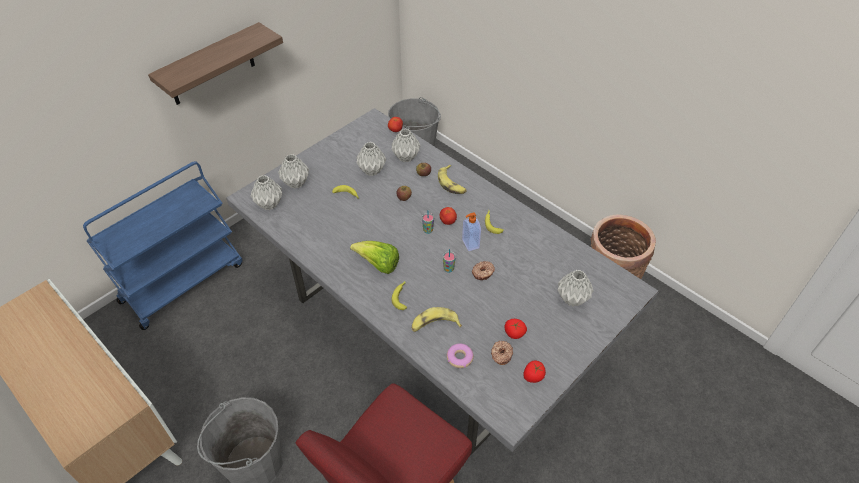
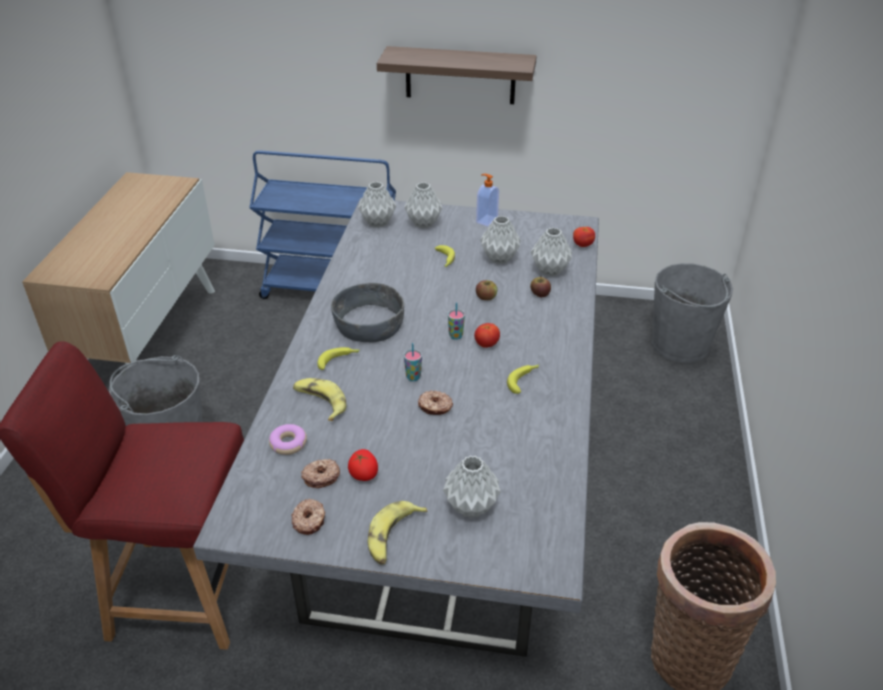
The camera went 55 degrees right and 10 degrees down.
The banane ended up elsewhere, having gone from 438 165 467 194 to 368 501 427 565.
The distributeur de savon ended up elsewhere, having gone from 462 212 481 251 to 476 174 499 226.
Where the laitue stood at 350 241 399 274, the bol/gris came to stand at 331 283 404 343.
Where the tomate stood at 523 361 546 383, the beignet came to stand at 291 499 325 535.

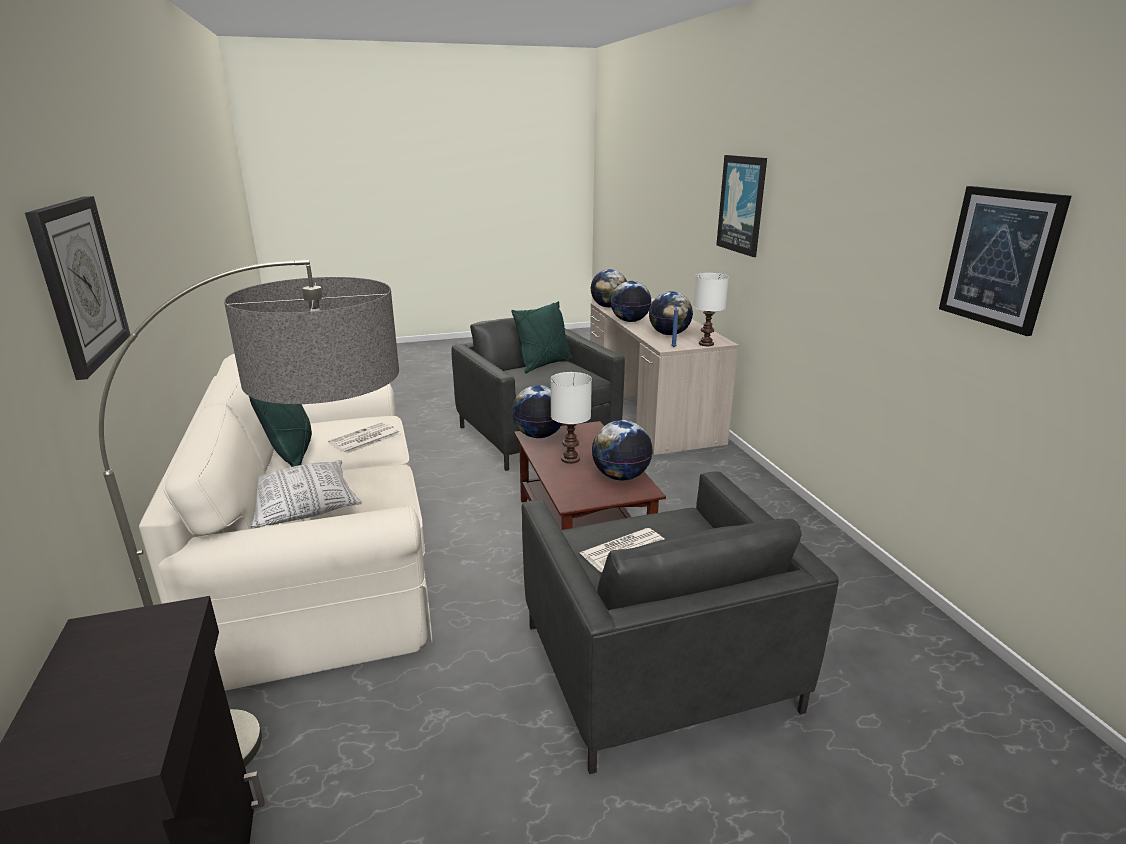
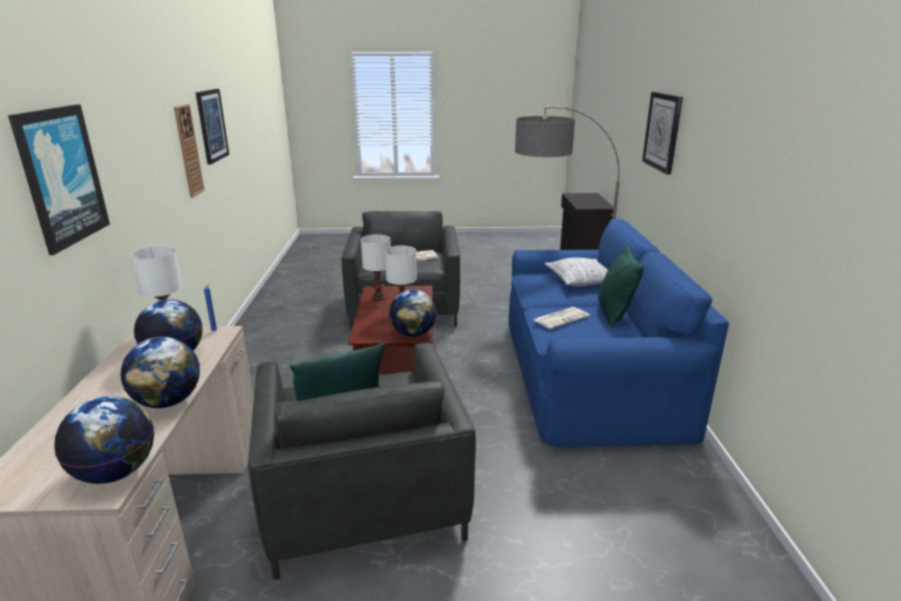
The camera went 165 degrees left and 0 degrees up.
What was the canapé/beige at 139 354 433 691 turned into the canapé/bleu at 508 218 729 447.
Where the globe stood at 592 420 653 480, the lampe de table/blanc came to stand at 361 234 391 301.
The second view gained the horloge murale at 174 104 205 198.

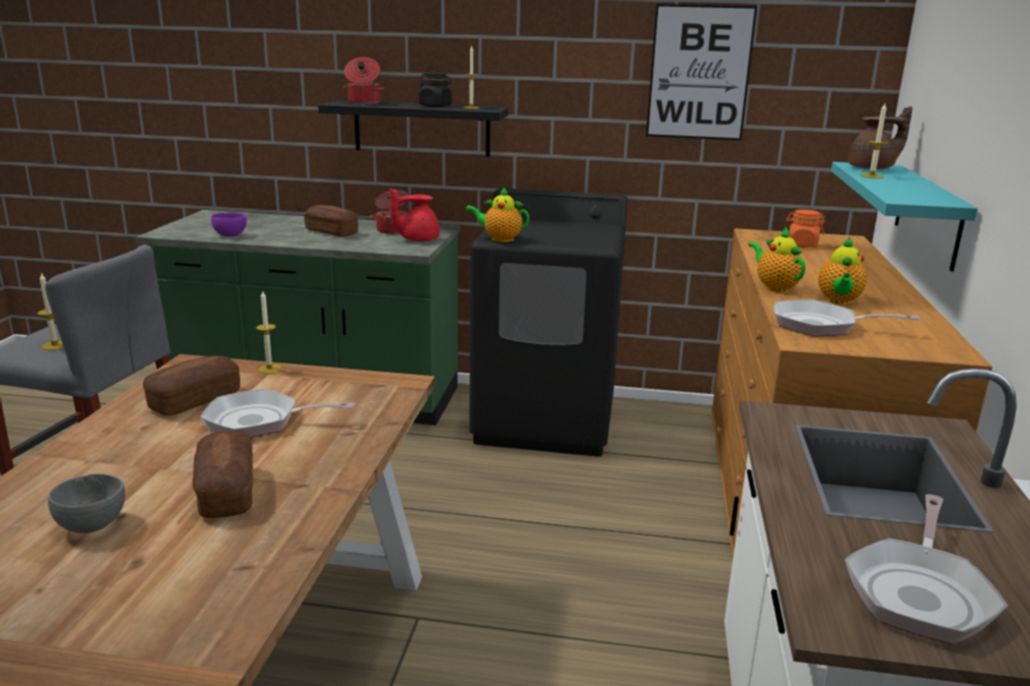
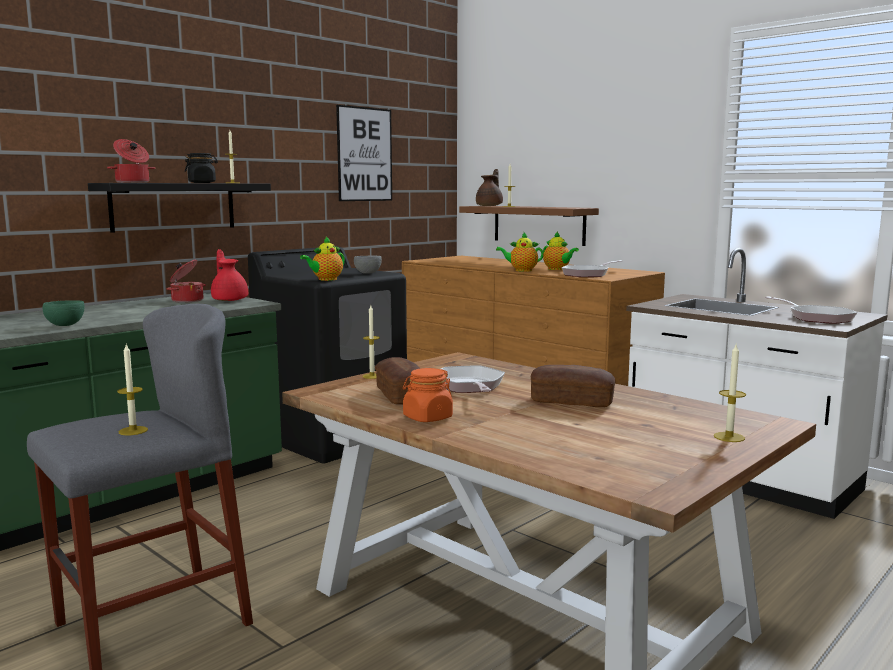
The camera went 55 degrees left and 10 degrees down.
What was the étagère/turquoise at 831 162 978 272 turned into the étagère/marron at 459 206 599 246.
The théière/rouge at 390 188 440 241 ended up facing another way, 135 degrees clockwise from before.
The second view lost the pain at 304 205 358 237.
The bocal/orange ended up elsewhere, having gone from 786 209 825 248 to 403 368 453 422.
What was the bol/violet at 211 212 247 237 turned into the bol/vert at 43 300 84 326.
The poêle at 200 389 355 438 ended up facing another way, 135 degrees clockwise from before.
The bol/gris ended up elsewhere, having gone from 48 474 125 533 to 354 256 382 274.
The second view gained the bougie at 714 345 746 442.

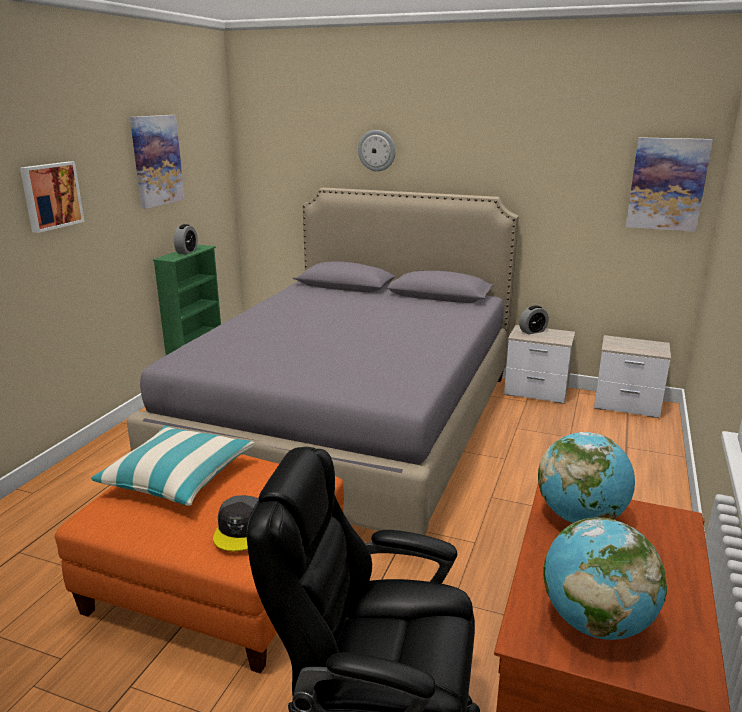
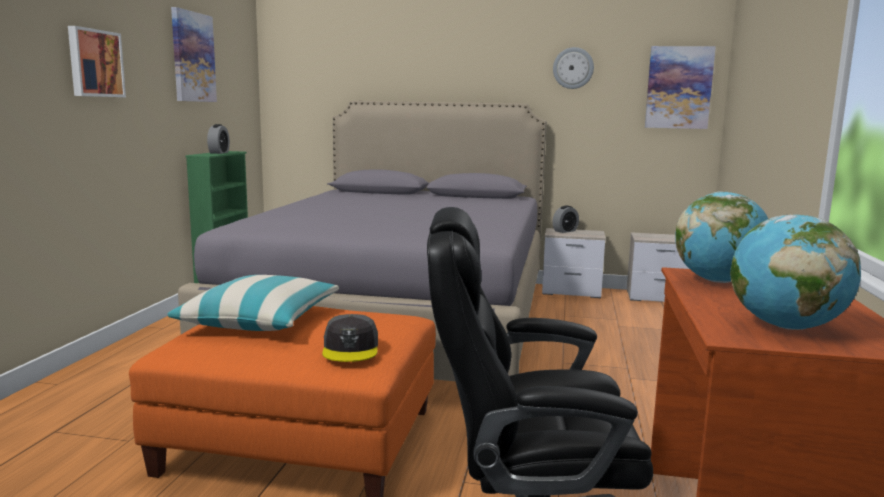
The camera went 10 degrees left and 10 degrees down.
The horloge murale ended up elsewhere, having gone from 358 130 396 172 to 553 47 594 89.

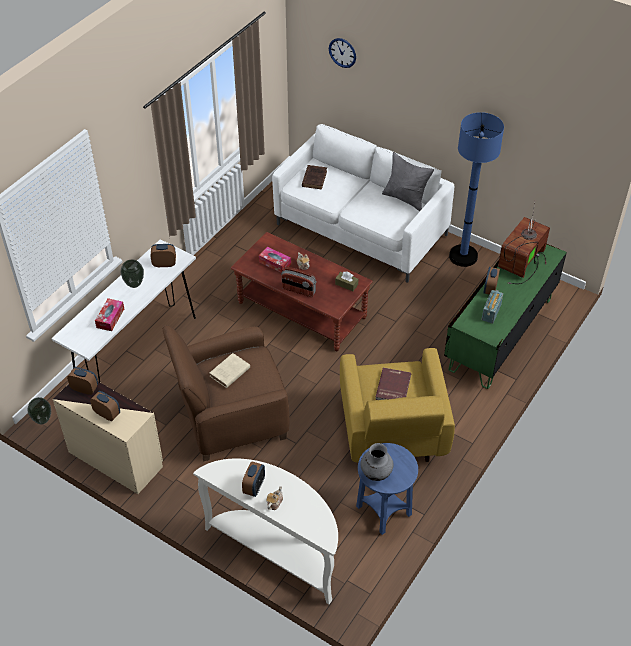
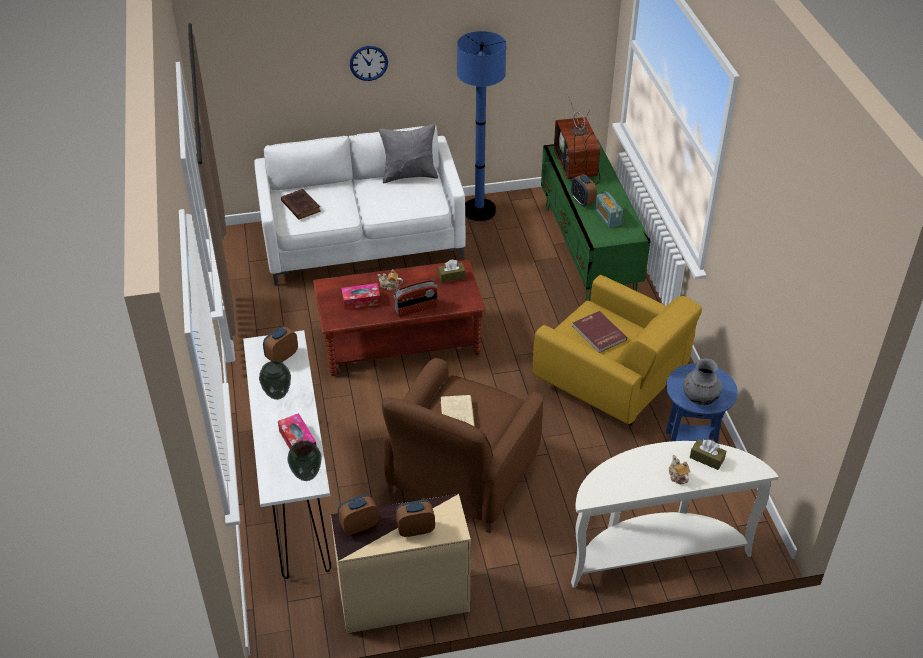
The camera went 45 degrees left and 5 degrees down.
The horloge murale ended up elsewhere, having gone from 329 38 356 68 to 350 46 388 81.
The vase ended up elsewhere, having gone from 28 397 51 424 to 287 440 322 481.
The second view lost the réveil at 242 461 265 497.
The second view gained the boîte à mouchoirs/marron at 690 439 726 470.

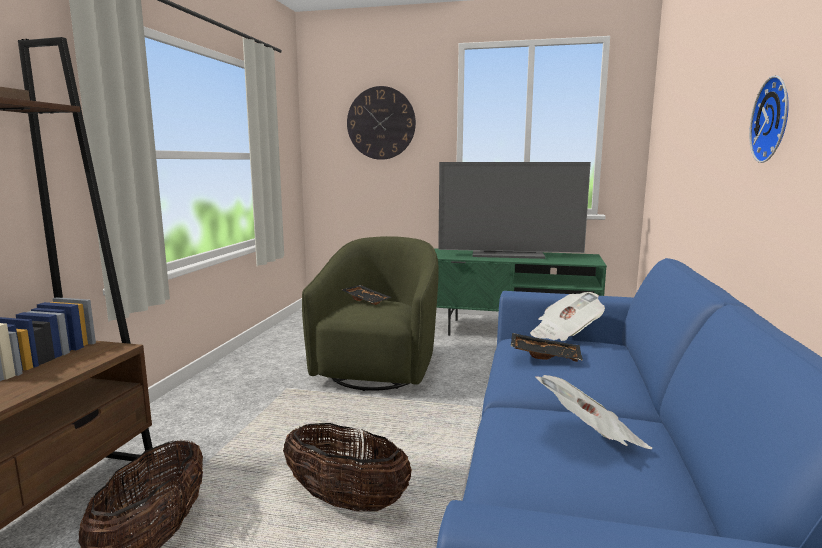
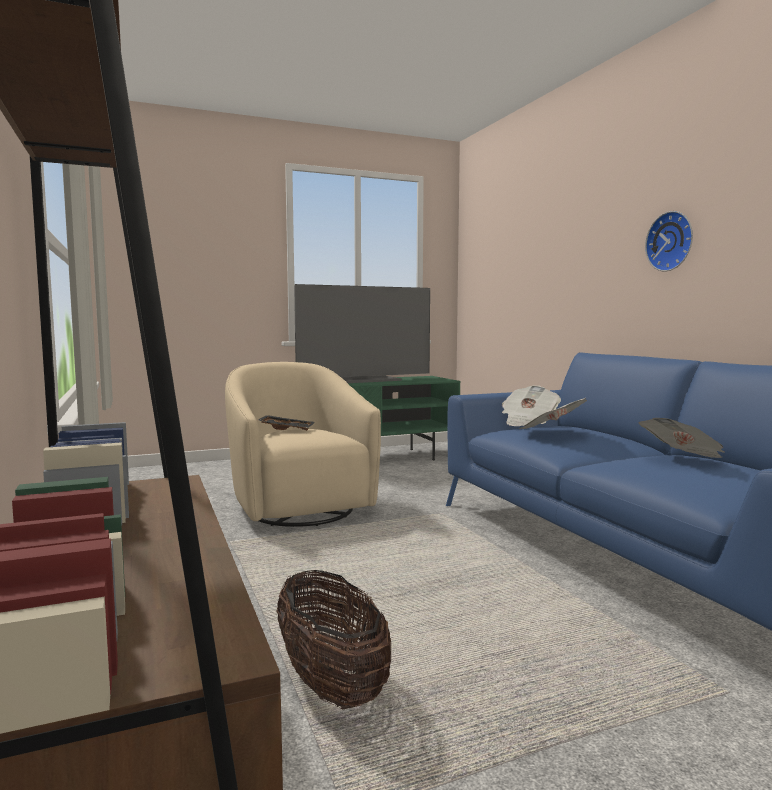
The camera went 35 degrees left and 5 degrees down.
The second view lost the horloge murale at 347 86 416 160.
What was the fauteuil/vert at 302 236 439 391 turned into the fauteuil/beige at 225 362 381 527.
Where the plateau/noir stood at 511 333 583 362, the journal came to stand at 519 398 587 429.
The second view lost the panier at 283 423 412 512.

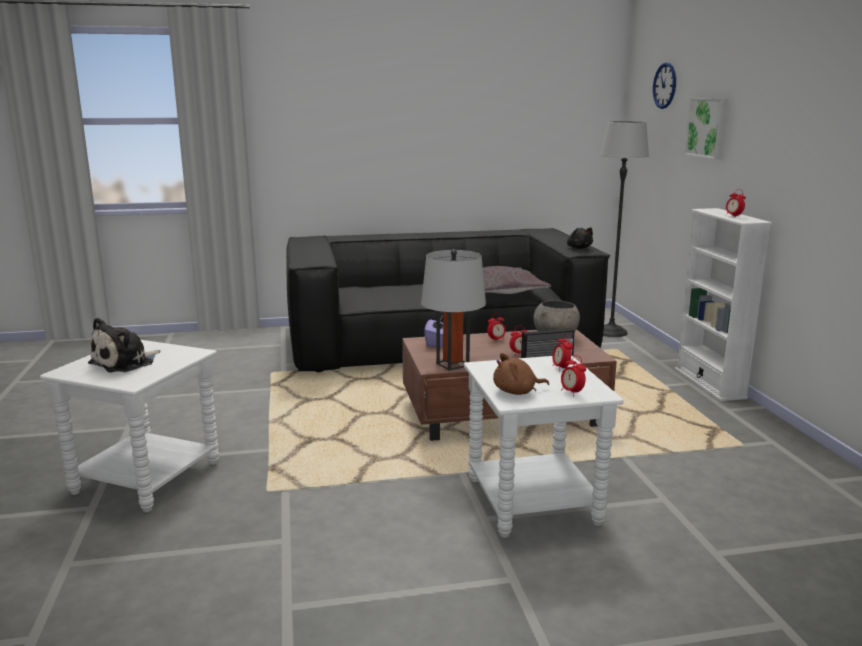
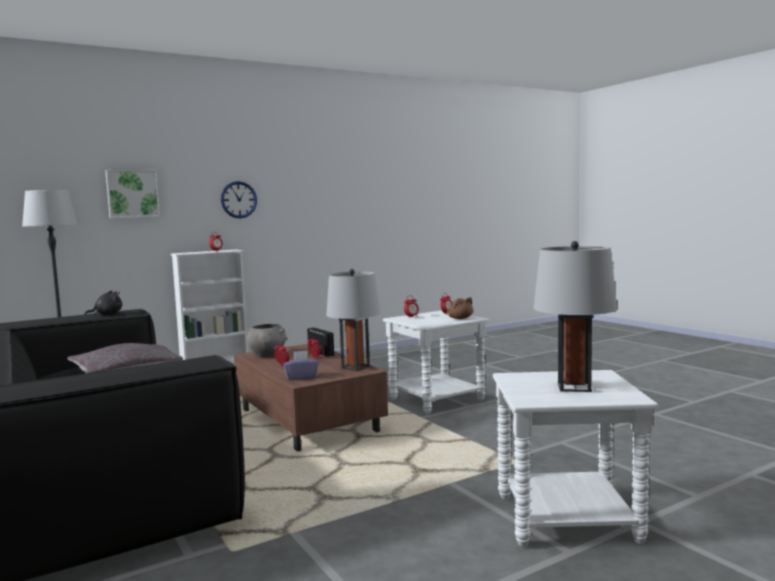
The camera went 110 degrees left and 10 degrees down.
The horloge murale ended up elsewhere, having gone from 653 63 676 109 to 221 181 257 218.
Where the peluche stood at 88 317 161 372, the lampe de table/gris came to stand at 533 241 617 392.

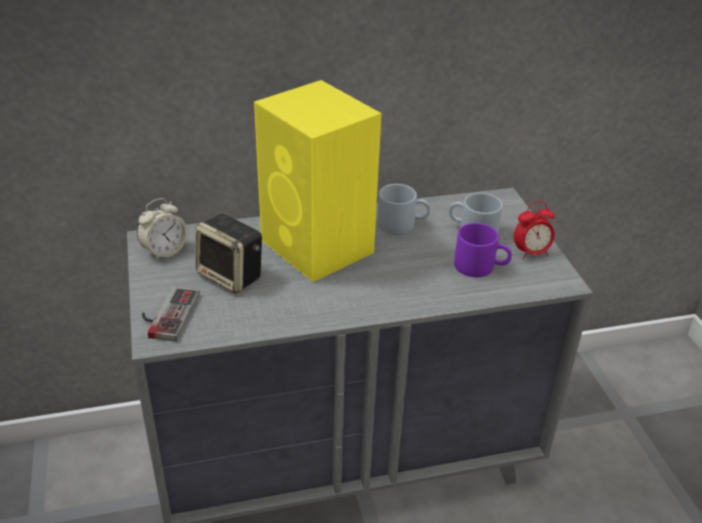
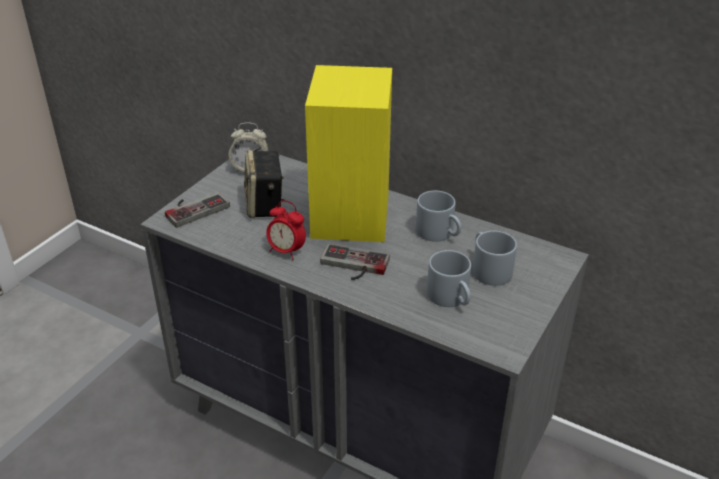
The camera went 45 degrees right and 0 degrees up.
The réveil ended up elsewhere, having gone from 514 201 555 260 to 266 200 306 260.
What was the mug/violet at 454 223 512 277 turned into the mug/gris at 427 250 471 307.
The second view gained the manette at 320 244 390 280.

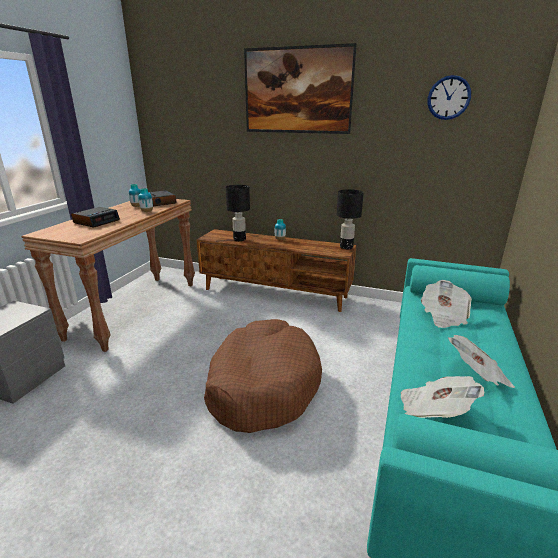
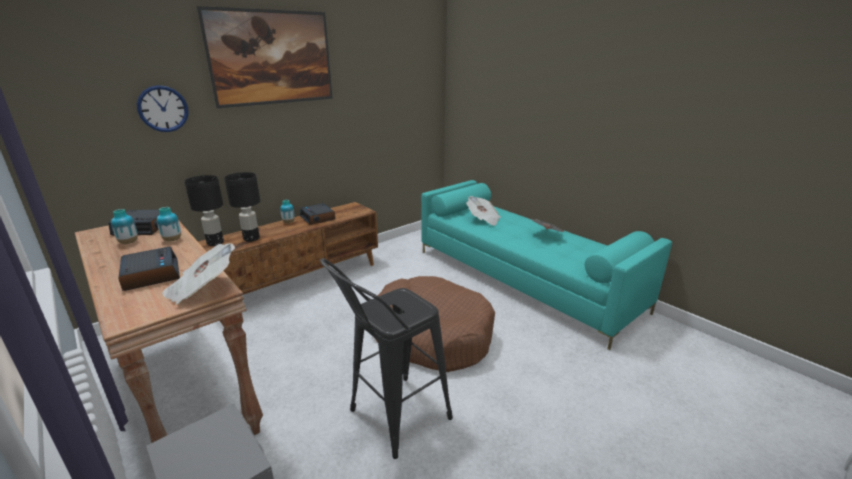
The camera went 60 degrees left and 0 degrees up.
The horloge murale ended up elsewhere, having gone from 427 75 471 120 to 137 85 189 132.
The lampe de table/noir ended up elsewhere, having gone from 337 189 364 249 to 184 175 224 246.
The journal ended up elsewhere, having gone from 401 376 484 418 to 162 243 235 304.
The second view gained the réveil at 300 203 335 225.
The second view gained the tabouret/noir at 320 258 453 459.

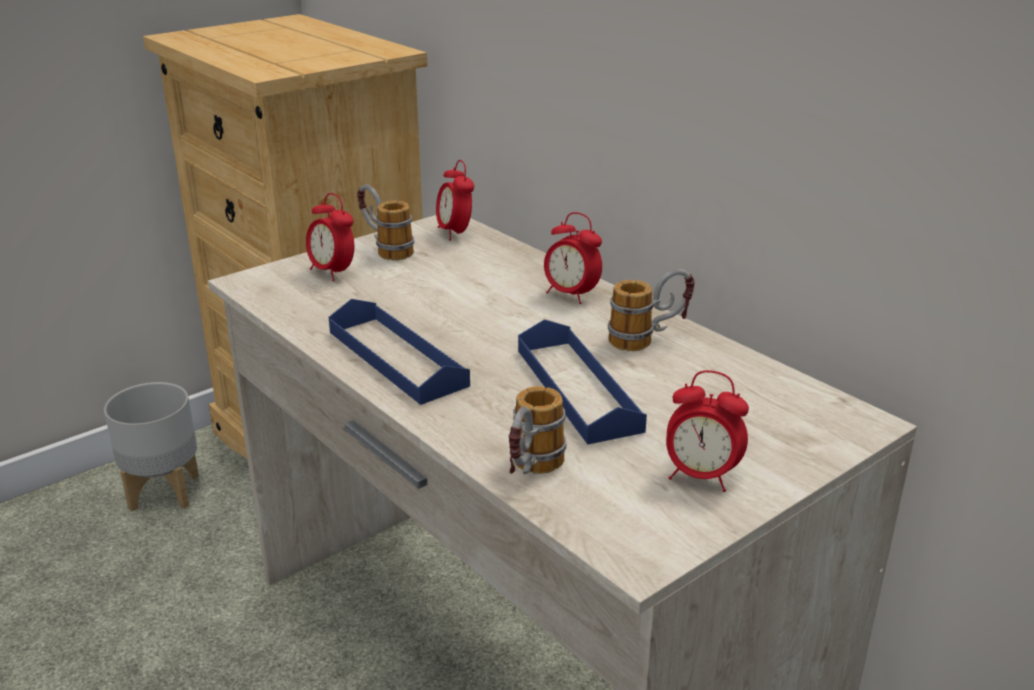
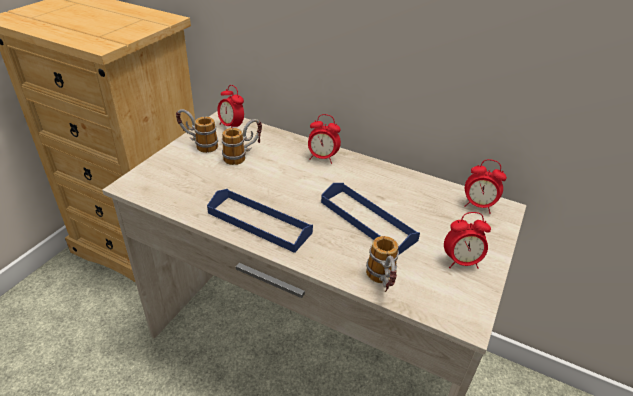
The camera went 25 degrees left and 10 degrees up.
The réveil ended up elsewhere, having gone from 306 193 354 281 to 464 159 507 214.
The mug ended up elsewhere, having gone from 608 269 695 351 to 222 119 262 165.
The second view lost the cache-pot/gris at 104 382 199 511.

